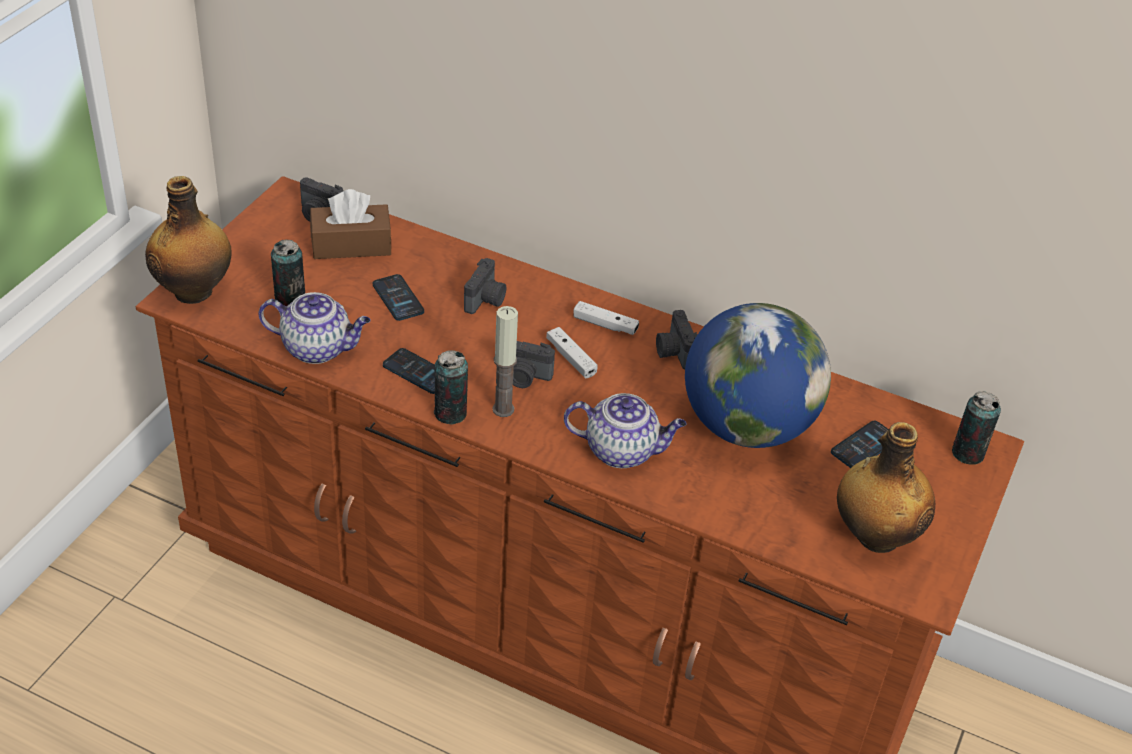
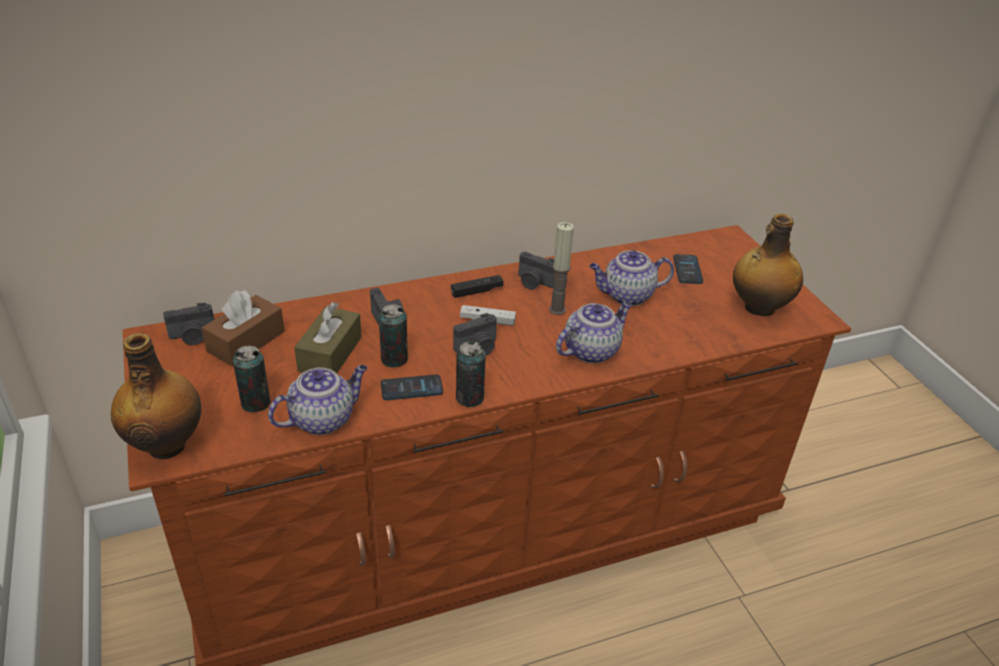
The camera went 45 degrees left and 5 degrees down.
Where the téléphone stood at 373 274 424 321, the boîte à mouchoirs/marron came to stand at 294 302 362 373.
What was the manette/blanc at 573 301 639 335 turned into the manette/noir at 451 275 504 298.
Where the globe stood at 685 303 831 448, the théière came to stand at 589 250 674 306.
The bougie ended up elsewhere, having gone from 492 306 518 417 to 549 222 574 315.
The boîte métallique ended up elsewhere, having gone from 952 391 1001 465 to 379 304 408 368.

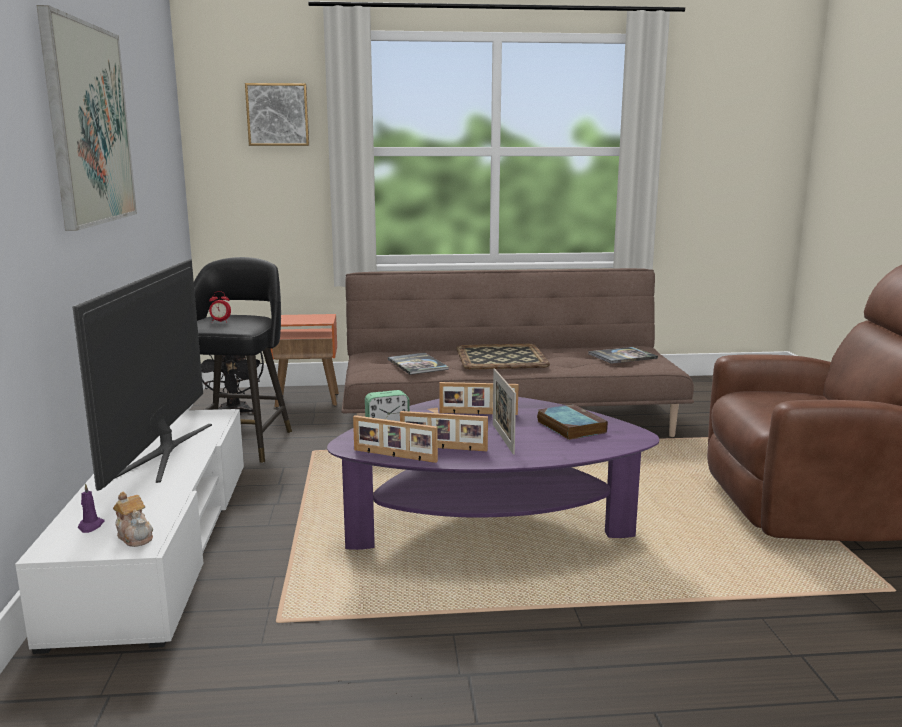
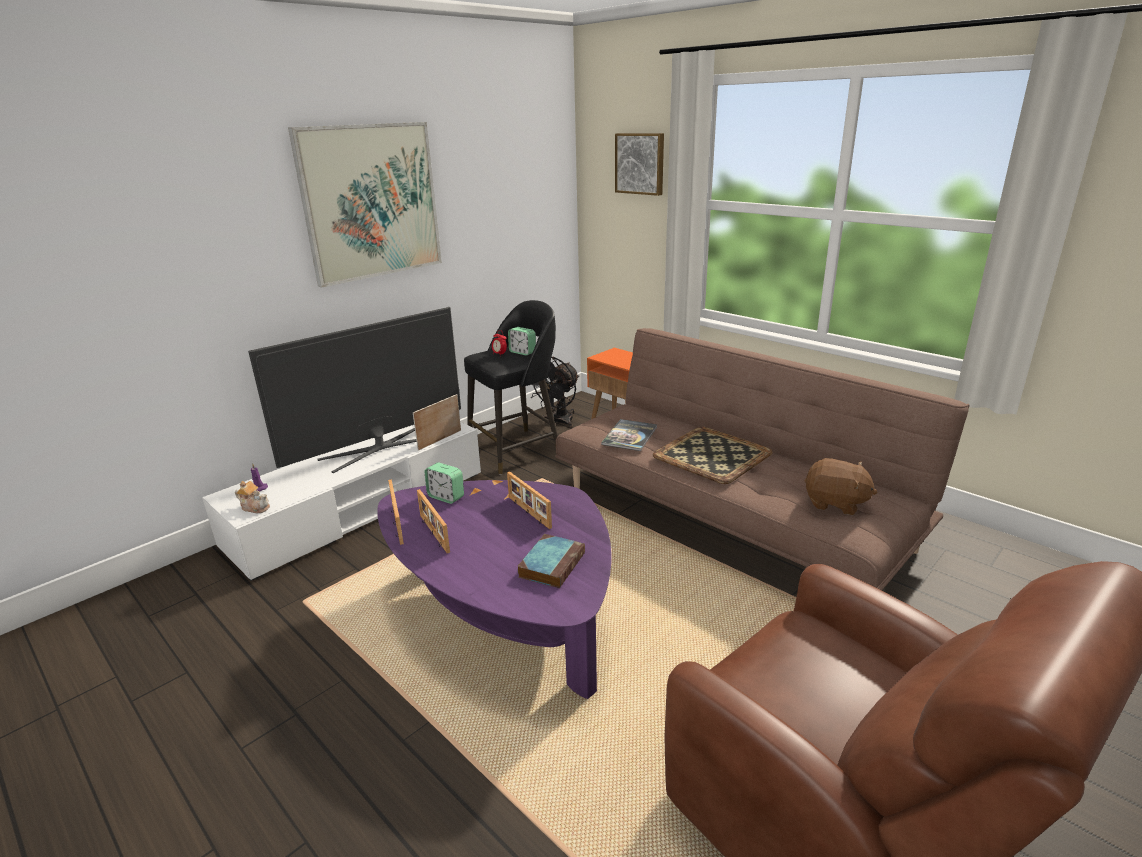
The camera went 50 degrees right and 10 degrees up.
Where the livre stood at 588 347 658 364, the peluche/marron came to stand at 804 458 878 515.
The cadre photo ended up elsewhere, having gone from 493 368 516 455 to 413 394 461 451.
The théière at 113 492 153 547 ended up facing another way, 75 degrees counterclockwise from before.
The second view gained the réveil at 508 327 536 356.

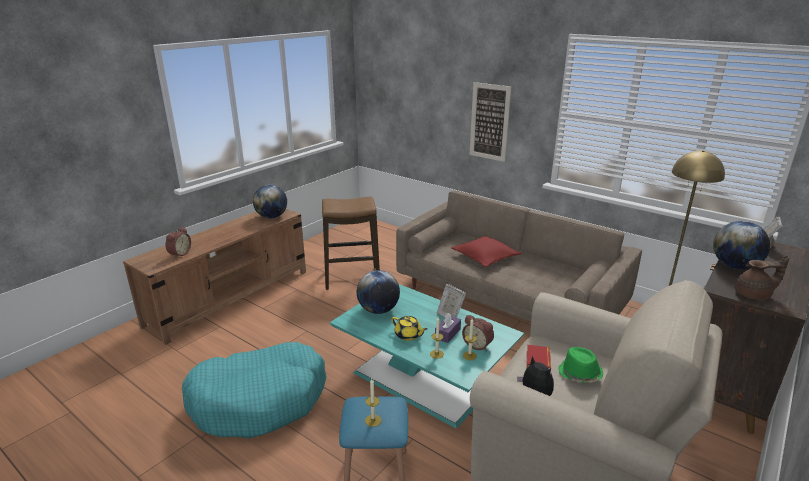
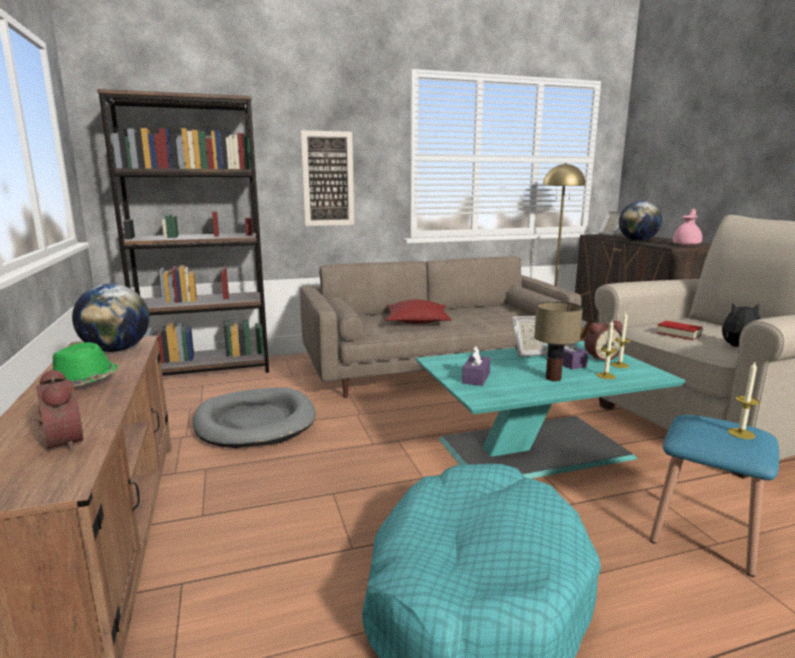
The camera went 55 degrees left and 10 degrees down.
Where the tabouret stood at 322 197 380 290, the panier pour chien/gris came to stand at 193 387 316 448.
What was the théière/marron at 735 256 789 300 turned into the théière/rose at 673 209 702 246.
Where the globe stood at 357 270 400 314, the boîte à mouchoirs/violet came to stand at 462 346 491 386.
Where the théière/jaune stood at 391 316 427 341, the lampe de table came to stand at 534 301 583 381.
The chapeau/vert ended up elsewhere, having gone from 559 347 603 383 to 53 342 118 386.
The second view gained the bibliothèque/marron at 97 89 269 376.

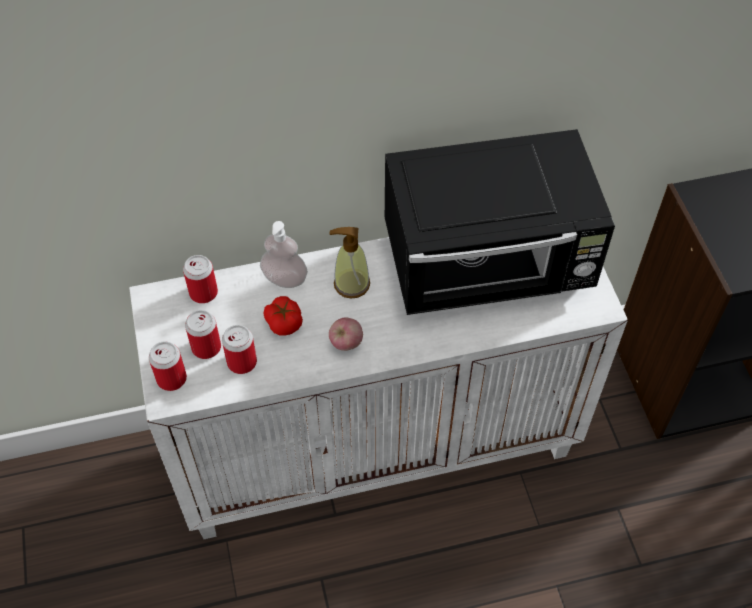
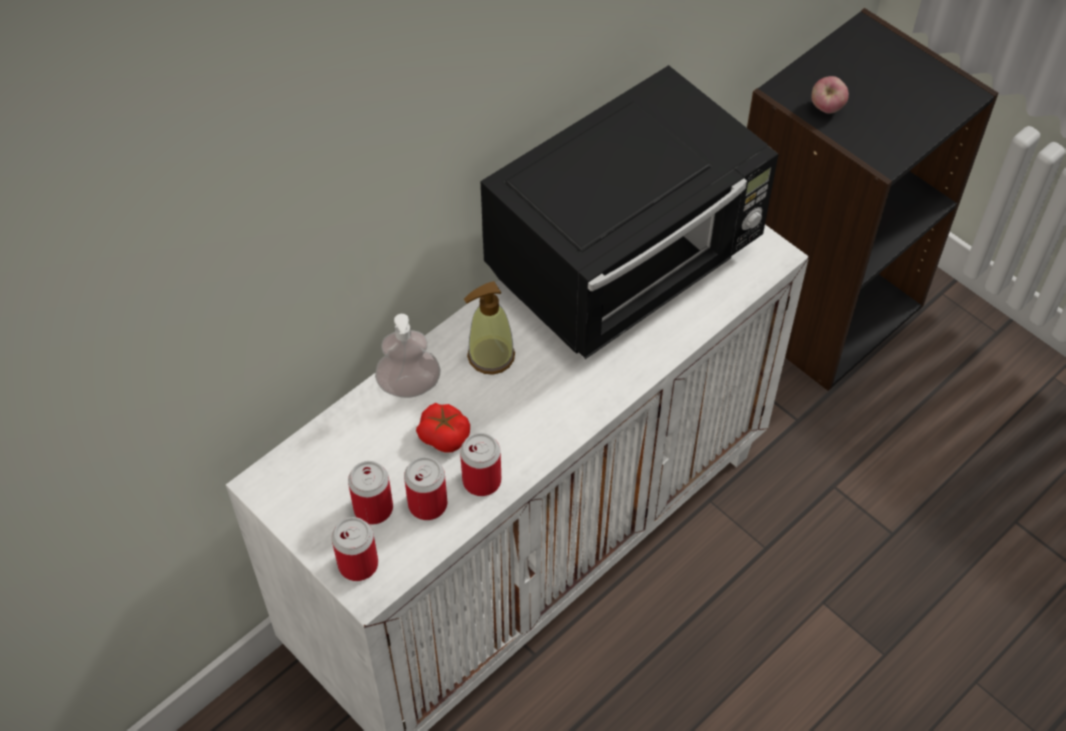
The camera went 30 degrees left and 0 degrees up.
The boîte métallique ended up elsewhere, having gone from 183 255 218 303 to 460 433 501 496.
The pomme ended up elsewhere, having gone from 329 318 363 351 to 811 76 849 114.

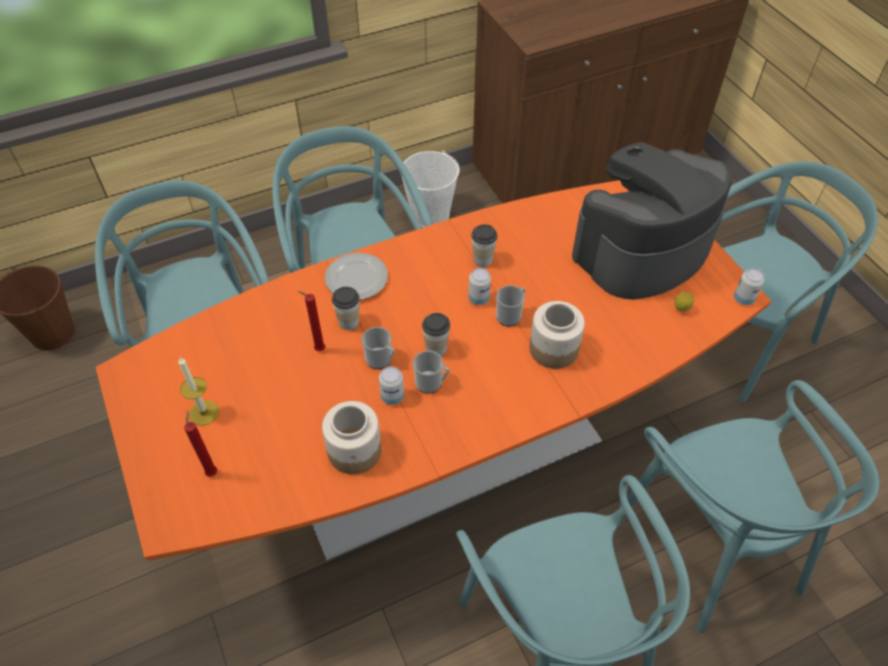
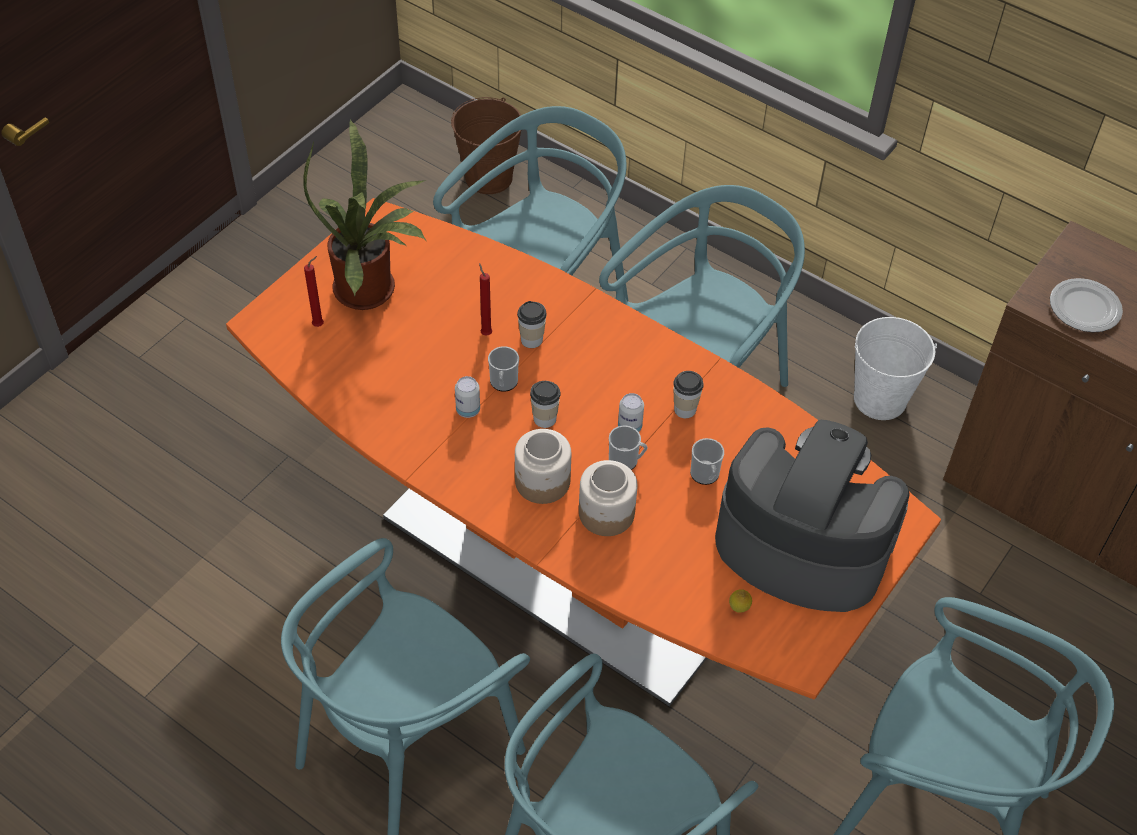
The camera went 60 degrees right and 0 degrees up.
The assiette ended up elsewhere, having gone from 325 253 388 300 to 1050 278 1123 332.
The second view lost the boîte métallique at 734 268 764 305.
The mug ended up elsewhere, having gone from 413 351 450 394 to 690 438 724 485.
Where the bougie stood at 178 357 219 426, the plante en pot came to stand at 303 120 426 310.
The bocal ended up elsewhere, having gone from 322 401 382 474 to 515 429 571 504.

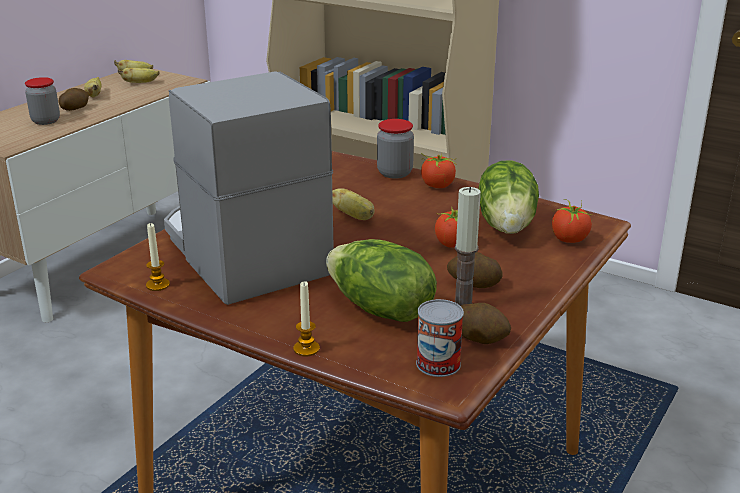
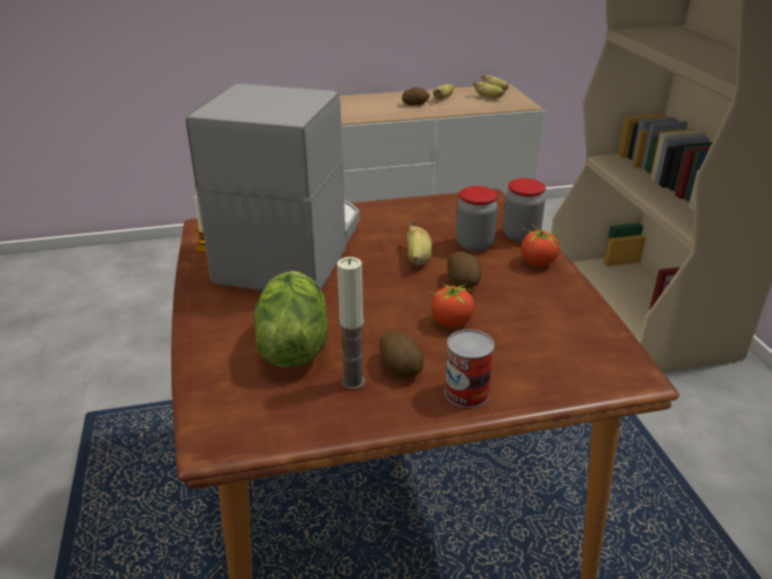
The camera went 45 degrees right and 5 degrees up.
The bocal ended up elsewhere, having gone from 25 77 60 125 to 456 186 498 252.
The second view lost the laitue at 479 160 539 234.
The second view lost the tomate at 552 199 593 243.
The second view lost the bougie at 293 281 320 356.
The boîte métallique ended up elsewhere, having gone from 416 299 464 377 to 444 329 494 408.
The pomme de terre ended up elsewhere, having gone from 461 303 511 344 to 447 251 482 288.

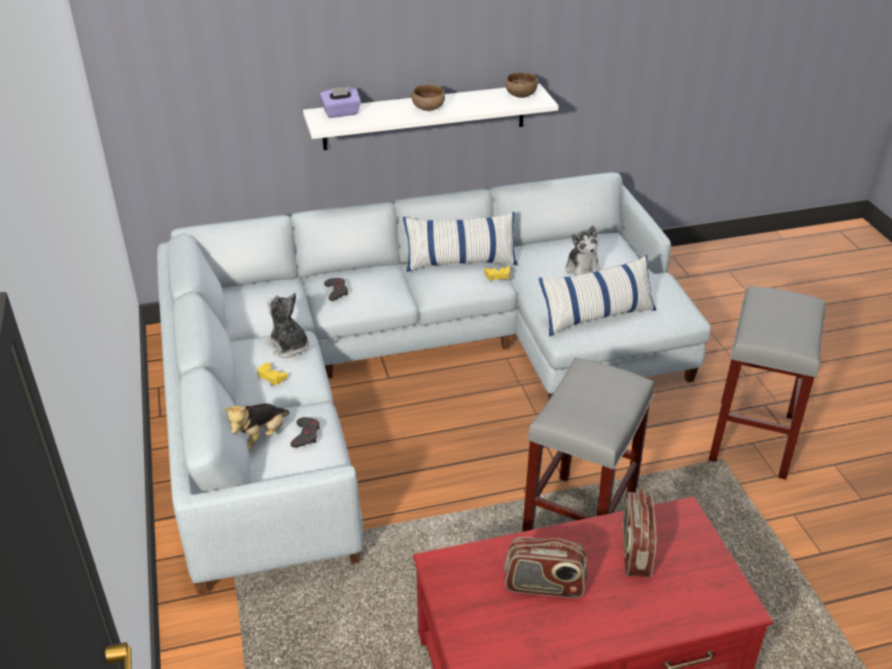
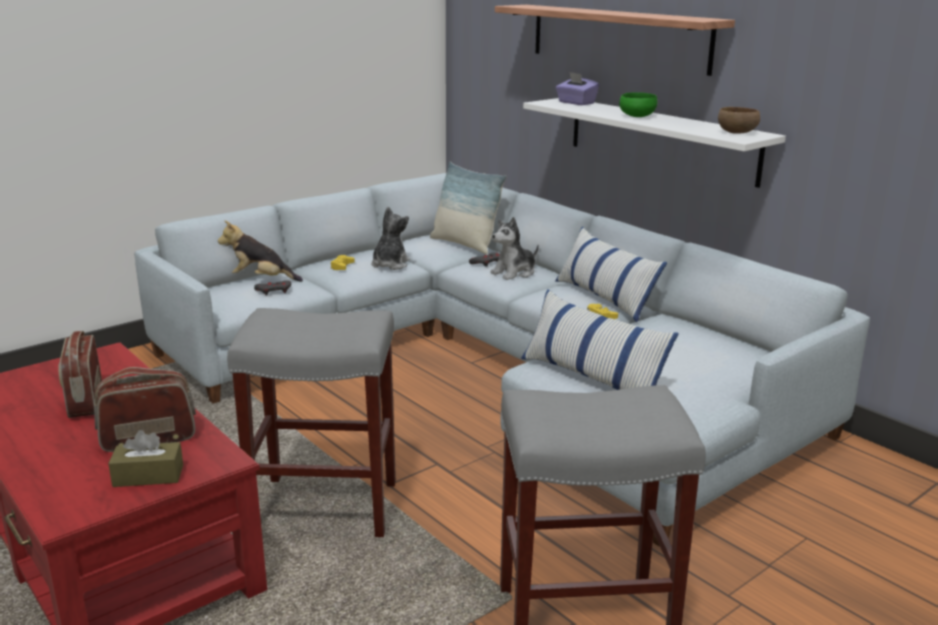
The camera went 65 degrees right and 15 degrees down.
What was the bol/marron at 412 85 445 111 turned into the bol/vert at 619 92 657 117.
The peluche ended up elsewhere, having gone from 565 225 600 276 to 490 217 539 280.
The second view gained the étagère at 495 5 735 76.
The second view gained the coussin at 430 161 507 254.
The second view gained the boîte à mouchoirs/marron at 108 430 183 487.

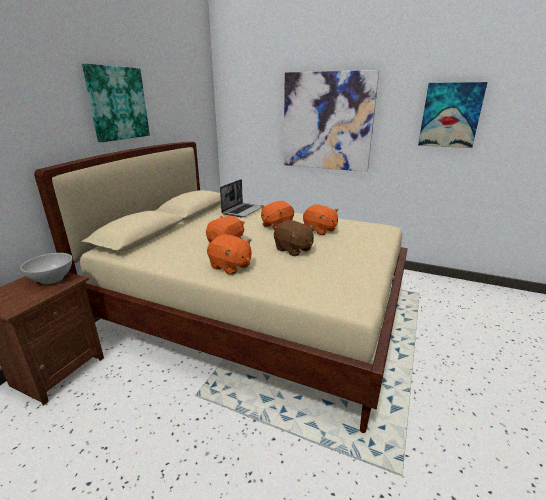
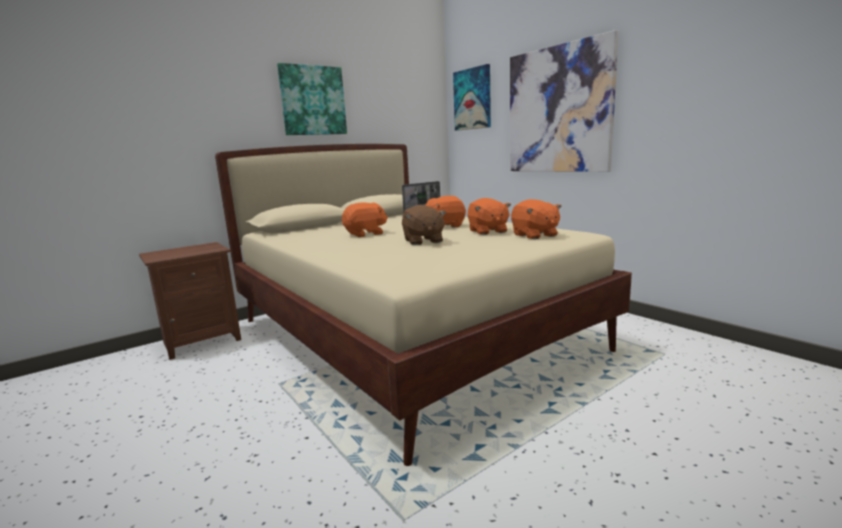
The camera went 30 degrees right and 10 degrees down.
The tableau ended up elsewhere, having gone from 418 82 487 148 to 453 64 491 131.
The peluche/orange ended up elsewhere, having gone from 207 234 252 275 to 511 199 561 239.
The second view lost the bol/blanc at 20 253 72 284.

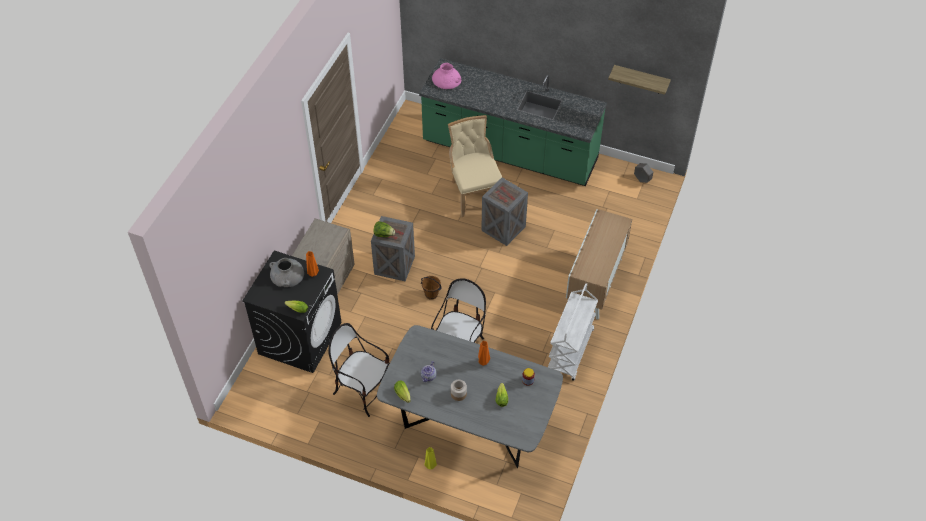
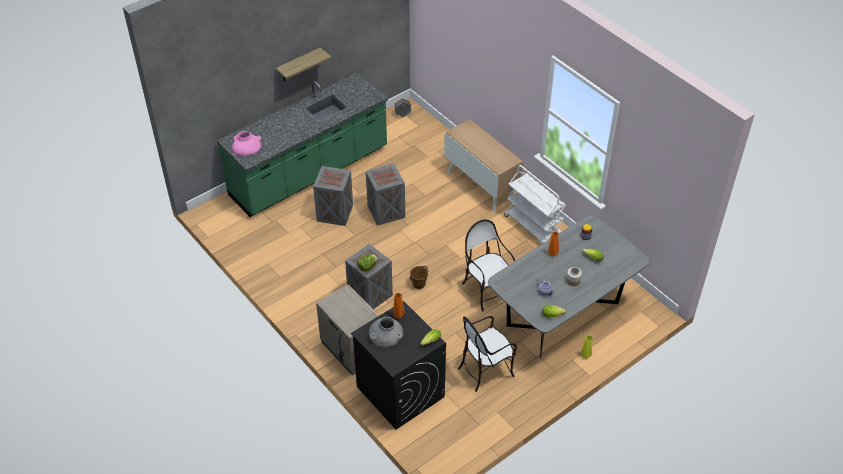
The camera went 60 degrees left and 5 degrees down.
The étagère ended up elsewhere, having gone from 608 65 671 95 to 276 47 331 81.
Where the chaise/beige stood at 448 115 502 217, the caisse came to stand at 313 166 353 226.

